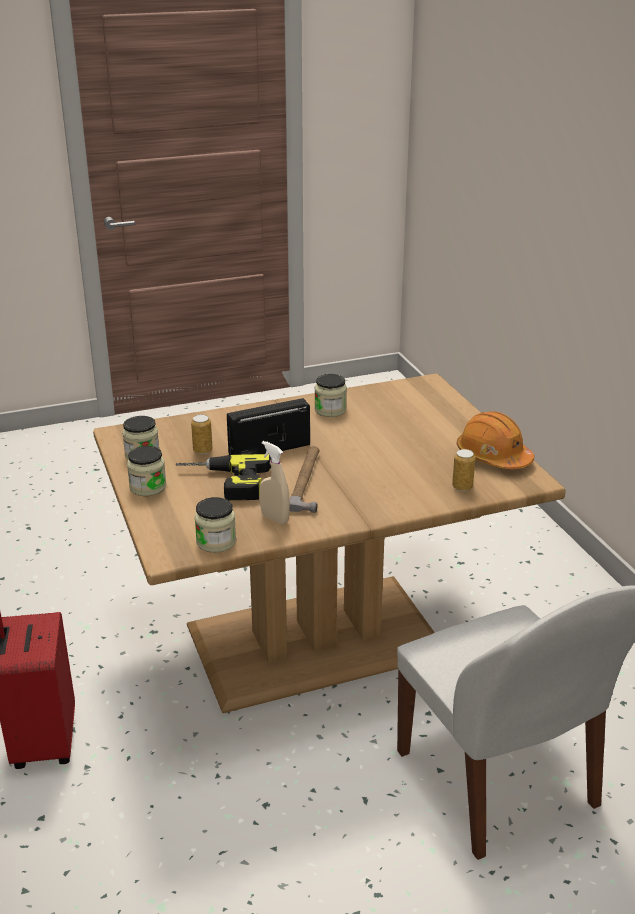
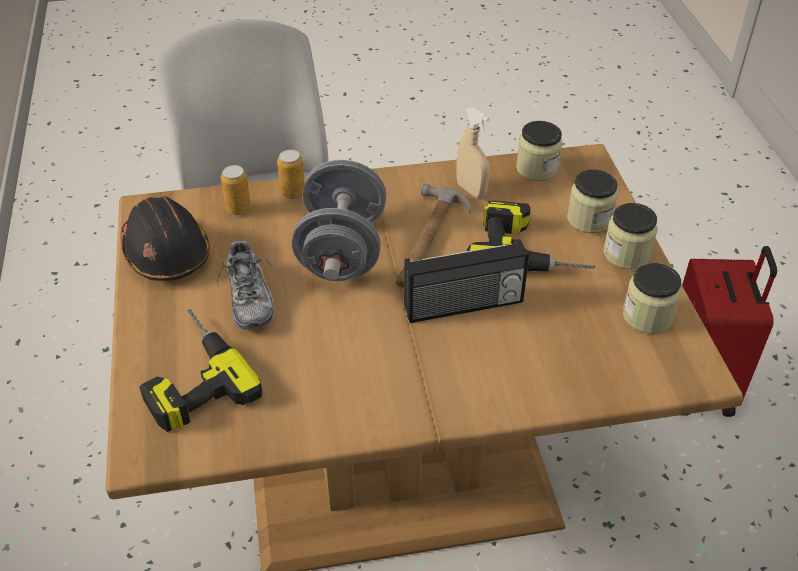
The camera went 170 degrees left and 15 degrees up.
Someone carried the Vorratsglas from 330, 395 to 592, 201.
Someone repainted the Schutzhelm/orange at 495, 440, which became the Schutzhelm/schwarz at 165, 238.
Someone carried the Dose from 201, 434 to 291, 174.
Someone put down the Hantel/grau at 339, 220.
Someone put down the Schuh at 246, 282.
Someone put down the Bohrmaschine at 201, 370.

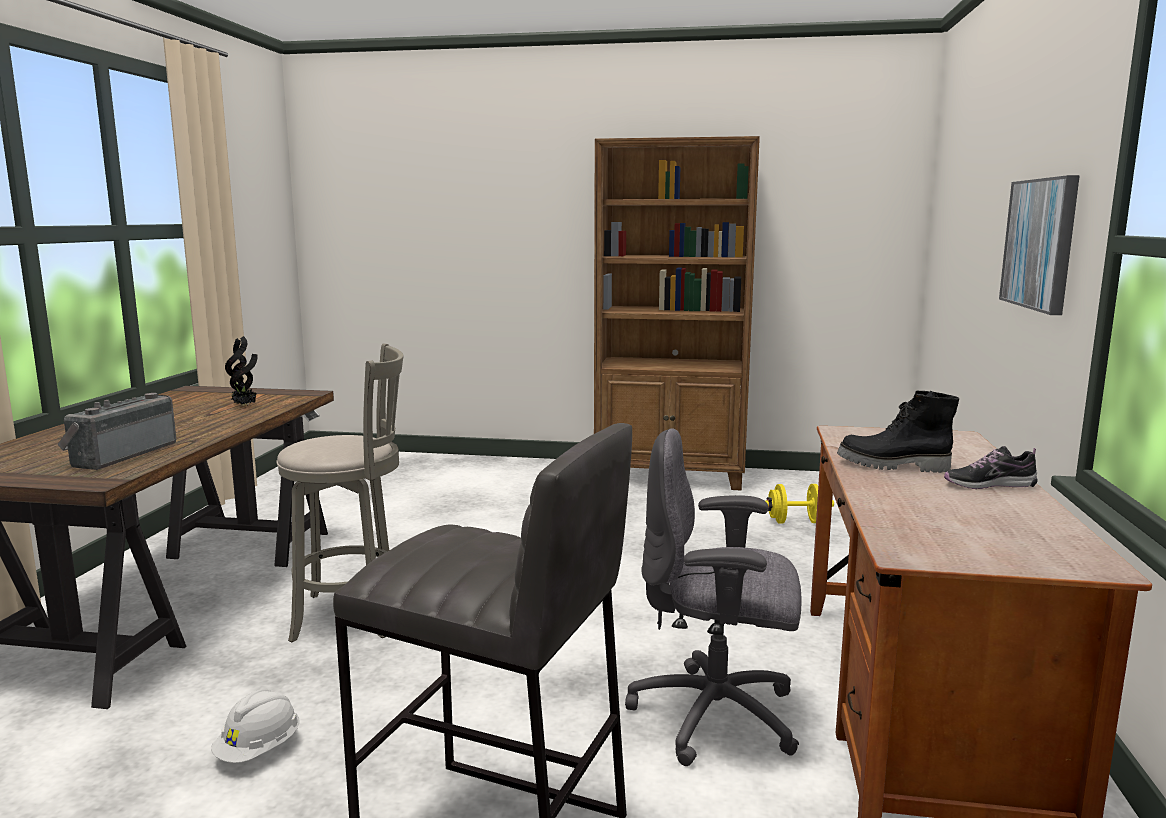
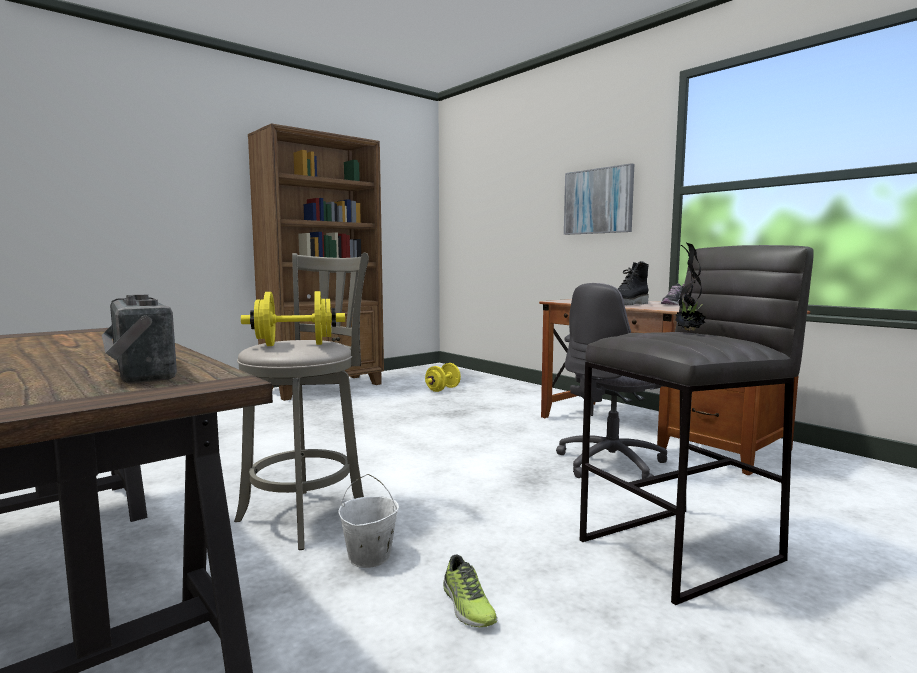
The camera went 50 degrees left and 5 degrees down.
Someone carried the Topfpflanze from 241, 371 to 689, 287.
Someone swapped the Schutzhelm/weiß at 255, 726 for the Schuh at 470, 591.
Someone put down the Hantel/gelb at 293, 318.
Someone put down the Eimer/weiß at 368, 521.

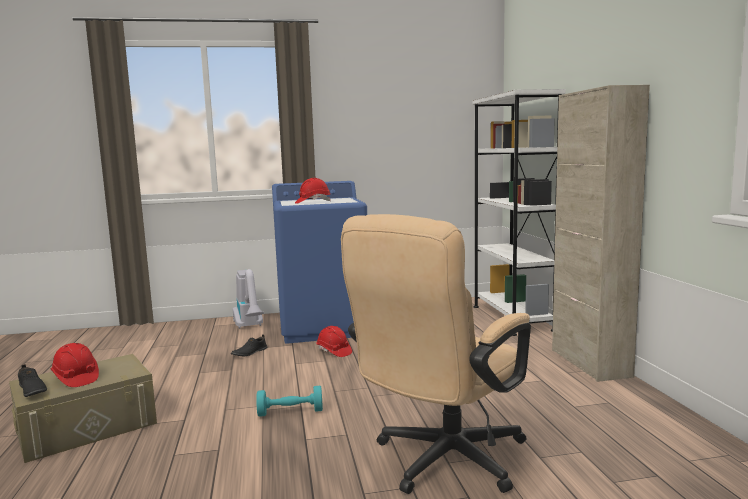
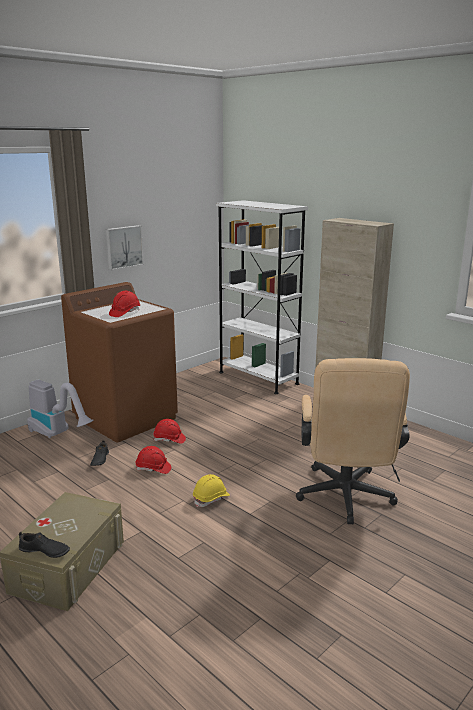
The camera went 35 degrees left and 10 degrees up.
Someone repainted the Waschmaschine/blau at 319, 262, which became the Waschmaschine/braun at 119, 362.
Someone carried the Schutzhelm/rot from 74, 365 to 153, 460.
Someone swapped the Hantel/türkis at 289, 401 for the Schutzhelm/gelb at 211, 490.
Someone put up the Bild at 125, 247.

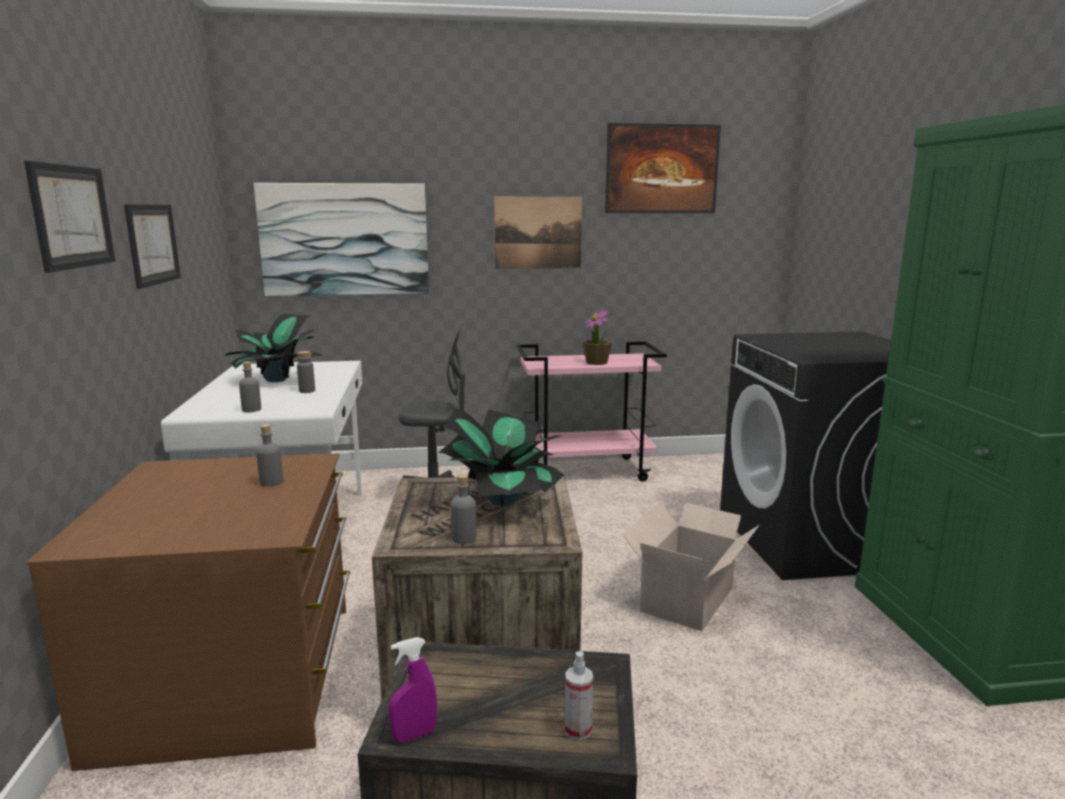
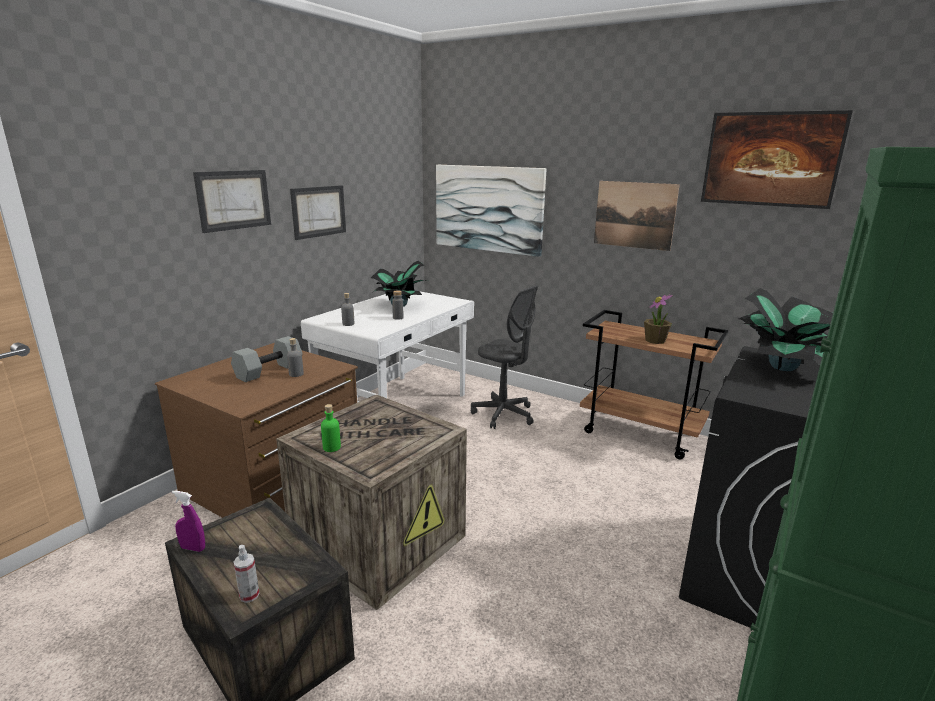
The camera went 40 degrees right and 5 degrees up.
Someone repainted the Rollwagen/rosa at 592, 411, which became the Rollwagen/braun at 654, 384.
Someone carried the Topfpflanze from 501, 457 to 785, 329.
Someone repainted the Flasche/grau at 464, 509, which became the Flasche/grün at 331, 428.
Someone took away the Karton at 691, 566.
Someone put down the Hantel/grau at 267, 359.

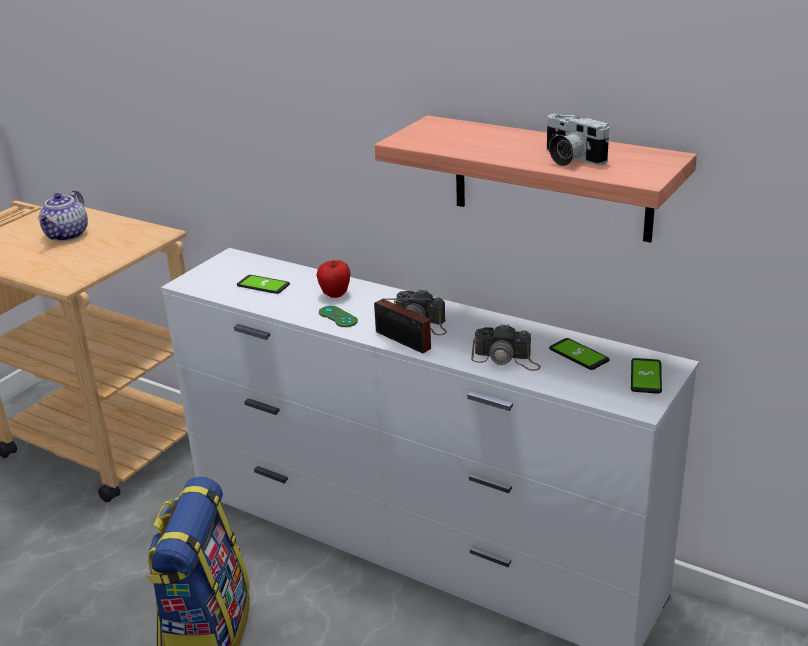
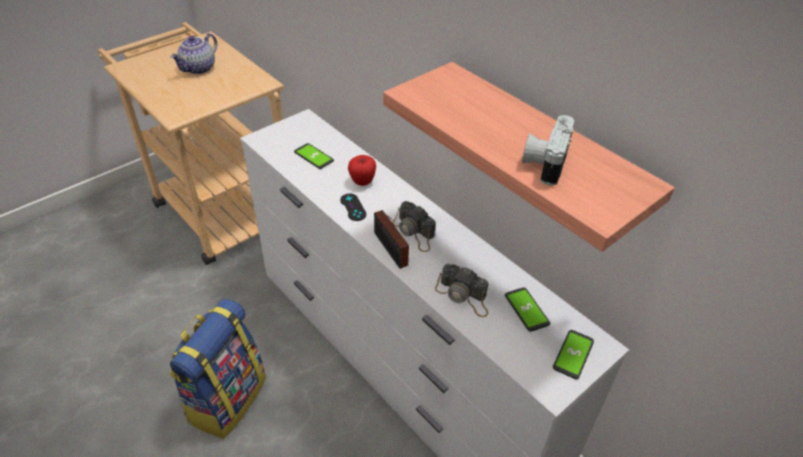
The camera went 15 degrees right and 15 degrees up.
Someone rotated the Kamera at 578, 140 by 45 degrees clockwise.
Someone repainted the Gamepad/grün at 338, 316, which became the Gamepad/schwarz at 353, 207.

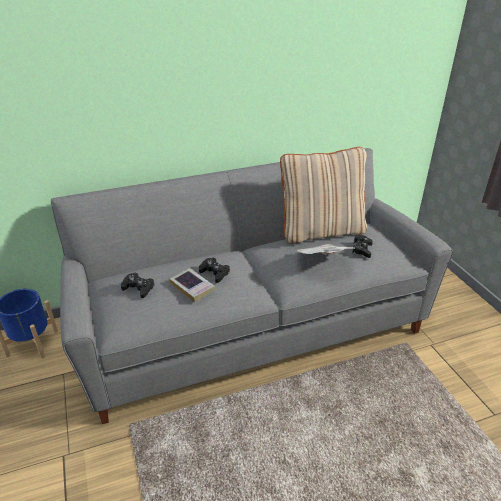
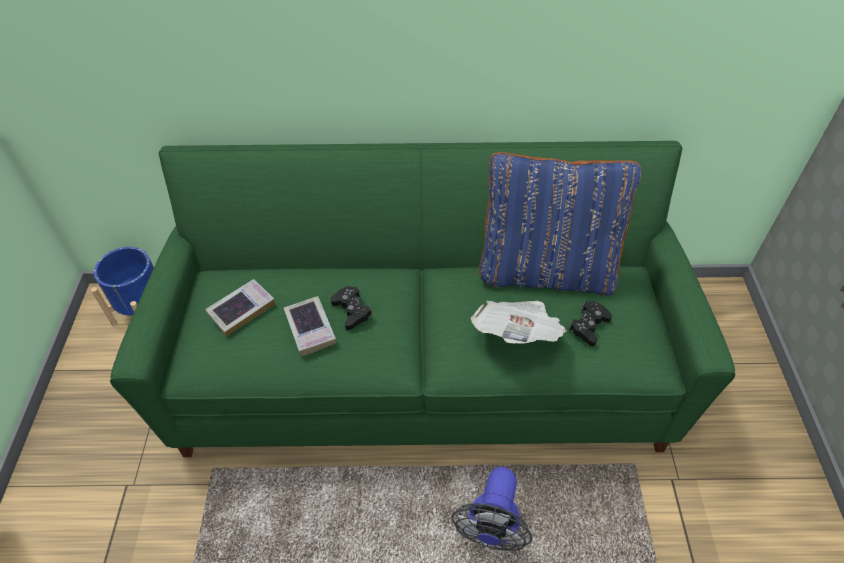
The camera went 20 degrees right and 15 degrees up.
Someone repainted the Kissen/beige at 323, 195, which became the Kissen/blau at 560, 224.
Someone repainted the Sofa/grau at 252, 286, which became the Sofa/grün at 422, 299.
Someone swapped the Gamepad/schwarz at 138, 285 for the Buch at 240, 307.
Someone put down the Ventilator at 492, 509.

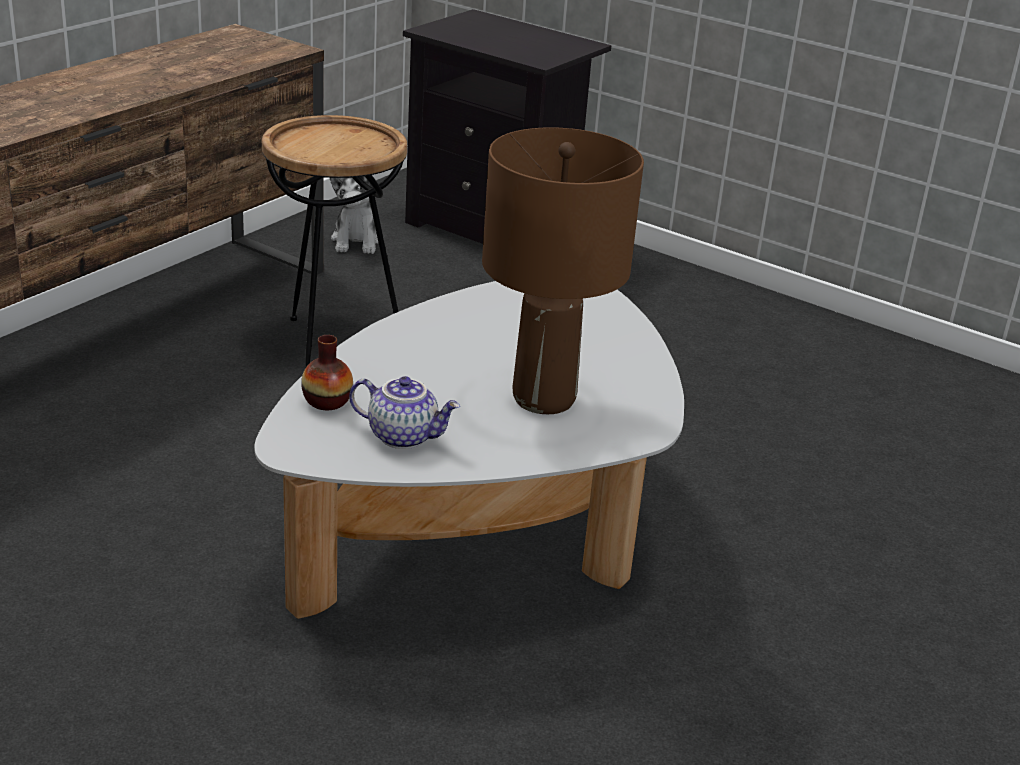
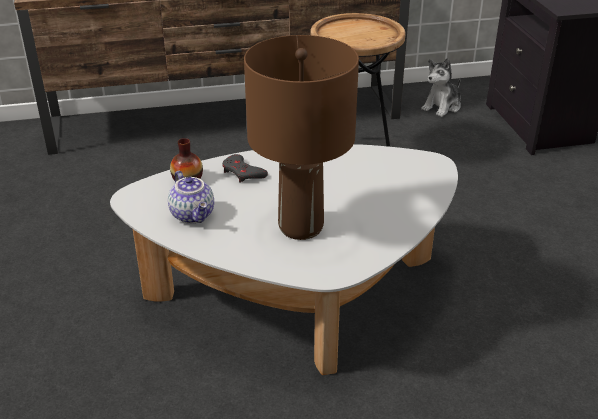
The camera went 45 degrees right and 5 degrees up.
Someone put down the Gamepad/grau at 245, 168.

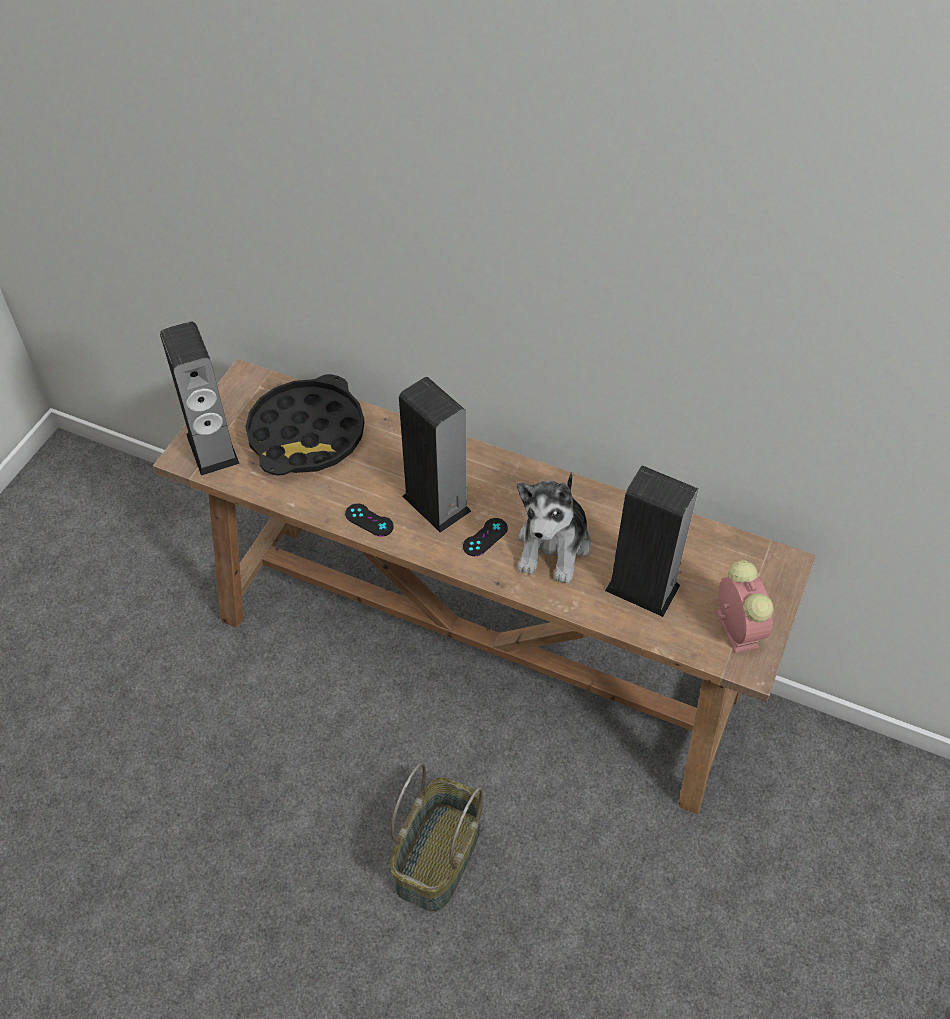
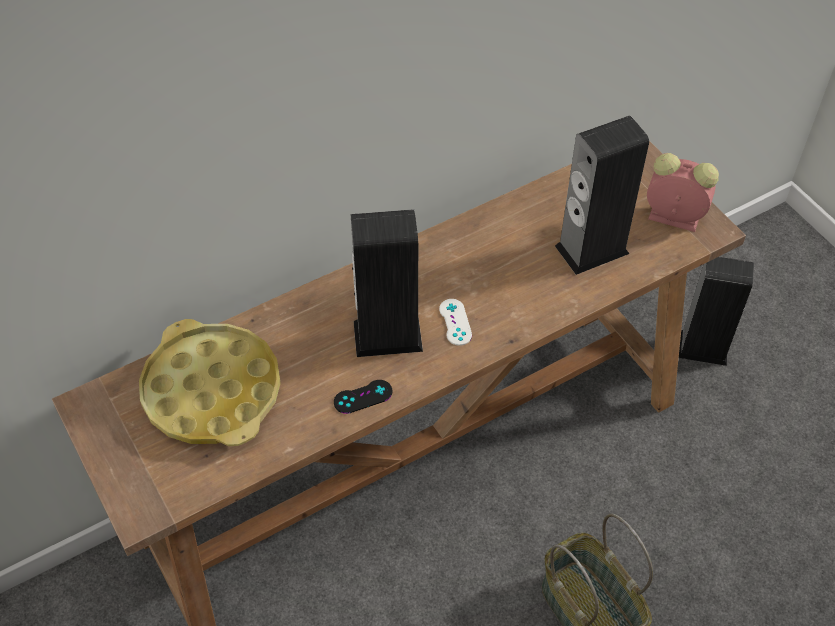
The camera went 55 degrees left and 0 degrees up.
Someone carried the Lautsprecher from 200, 399 to 716, 311.
Someone repainted the Tablett/schwarz at 305, 425, which became the Tablett/gelb at 210, 382.
Someone took away the Plüschtier at 554, 527.
Someone repainted the Gamepad/schwarz at 485, 537, which became the Gamepad/weiß at 455, 322.

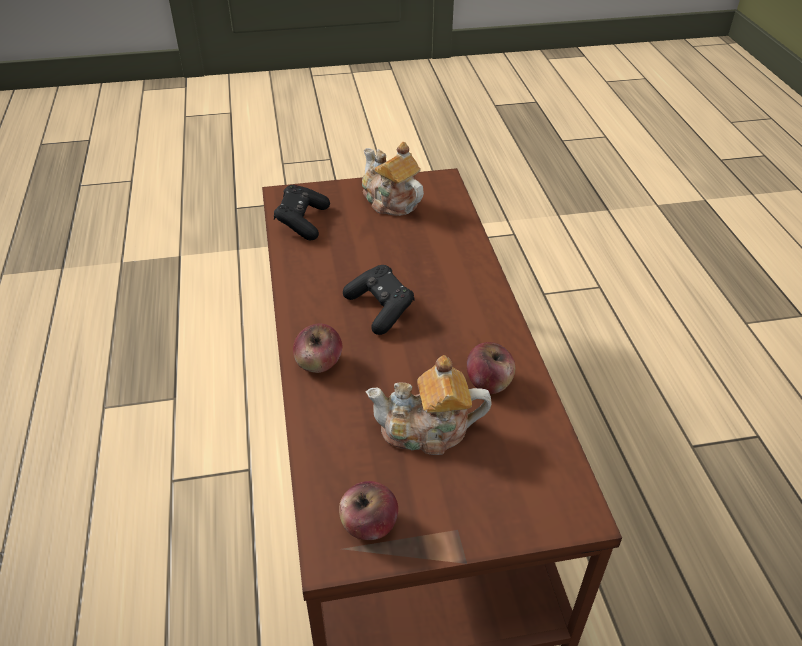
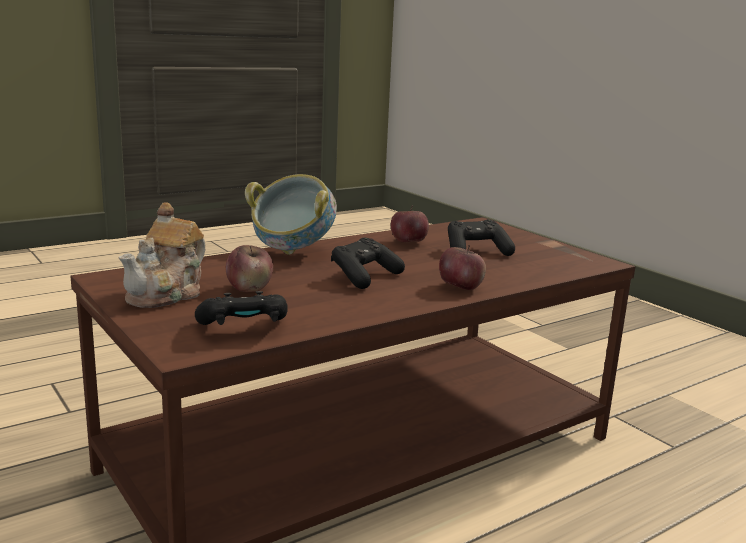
The camera went 115 degrees left and 25 degrees down.
Someone swapped the Teekanne at 428, 405 for the Gamepad/schwarz at 481, 237.
Someone carried the Apfel from 368, 510 to 249, 268.
Someone put down the Schüssel at 291, 214.

